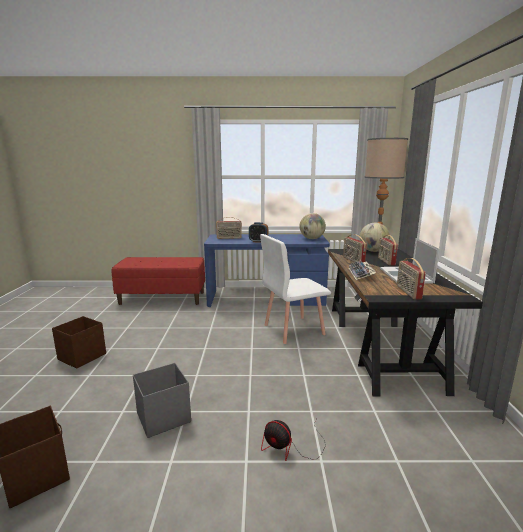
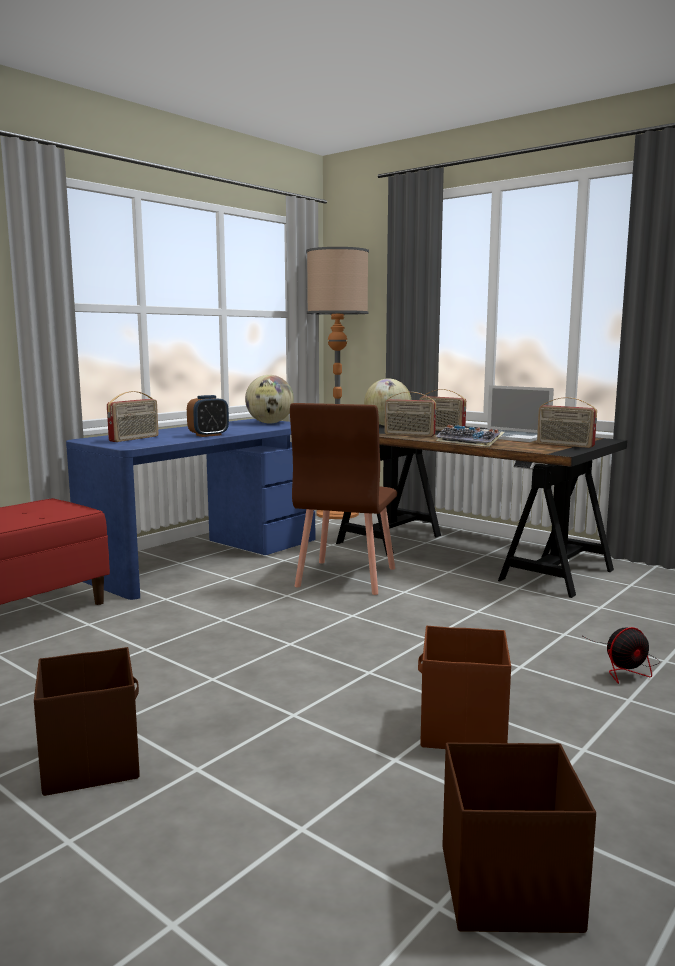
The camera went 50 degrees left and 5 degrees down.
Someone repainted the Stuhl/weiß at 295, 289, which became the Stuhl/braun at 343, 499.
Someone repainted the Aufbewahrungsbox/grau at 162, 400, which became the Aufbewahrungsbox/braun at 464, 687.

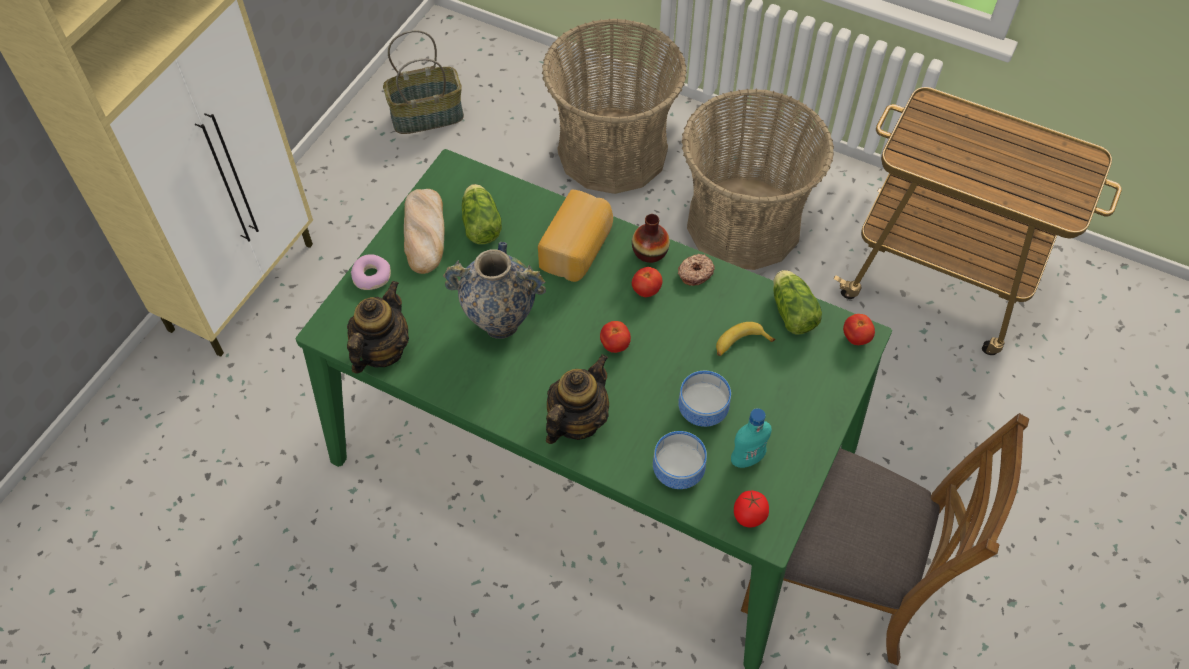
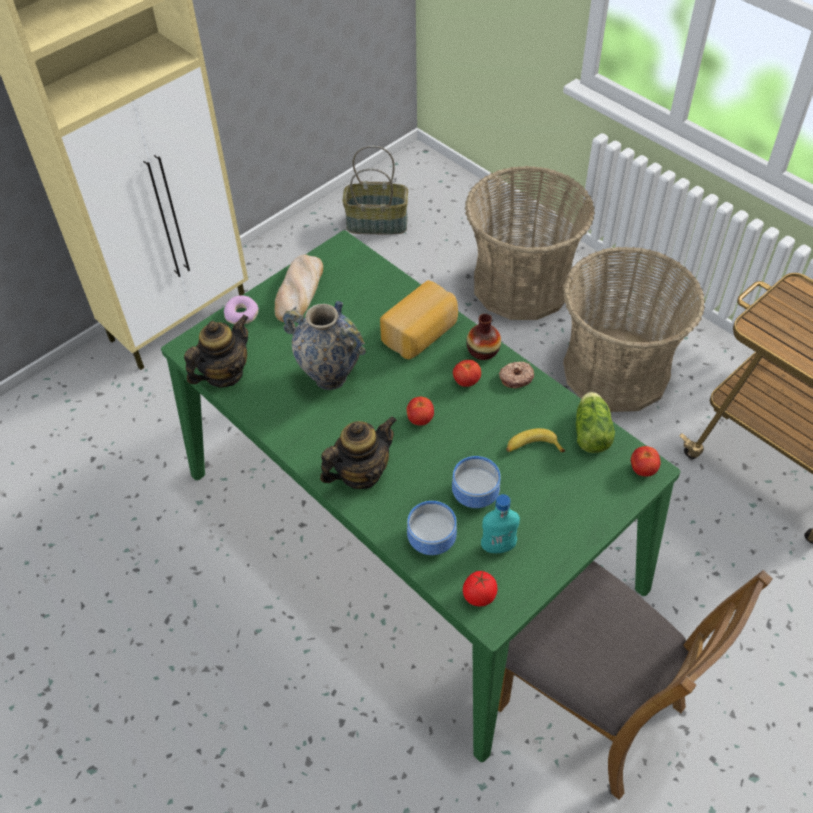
The camera went 20 degrees right and 5 degrees down.
Someone took away the Salatkopf at 482, 214.

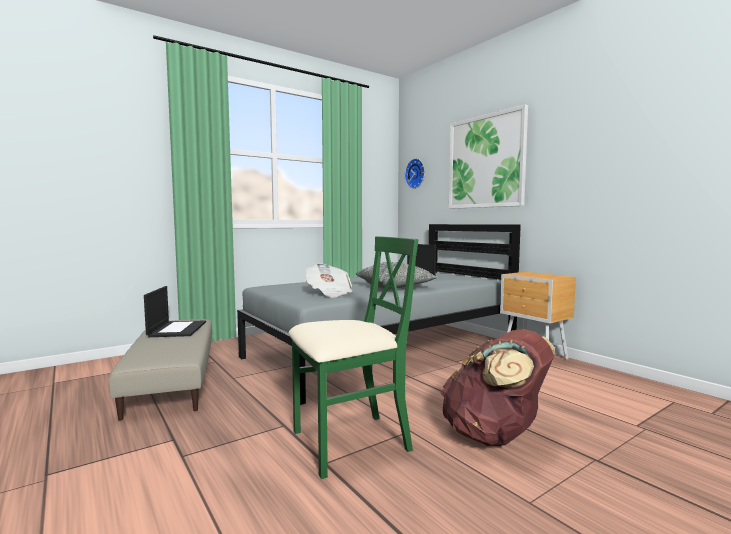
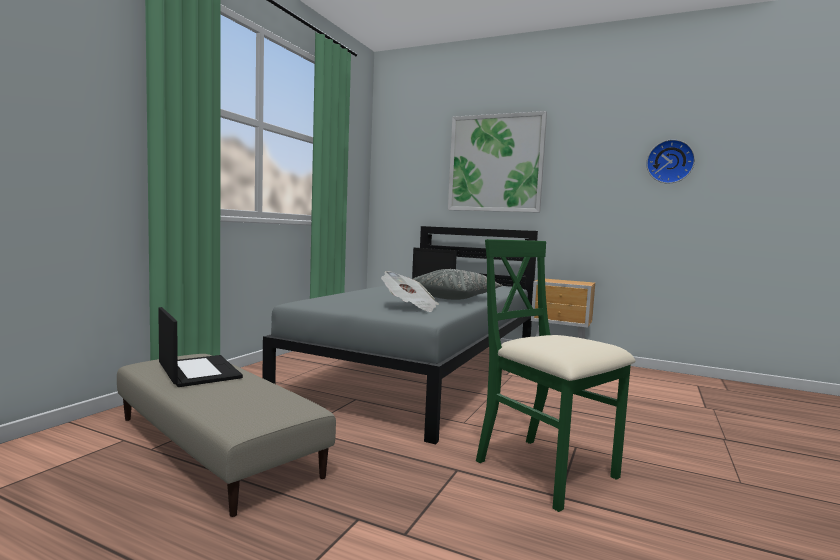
The camera went 30 degrees left and 0 degrees up.
Someone carried the Wanduhr from 415, 174 to 670, 161.
Someone rotated the Stuhl/grün at 353, 357 by 75 degrees counterclockwise.
Someone took away the Rucksack/braun at 498, 387.

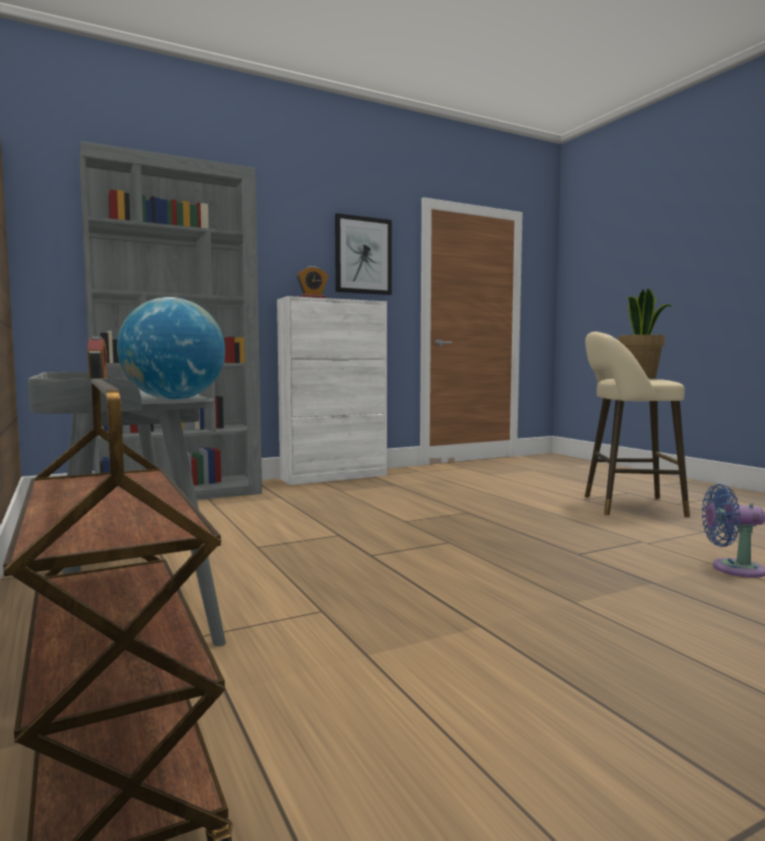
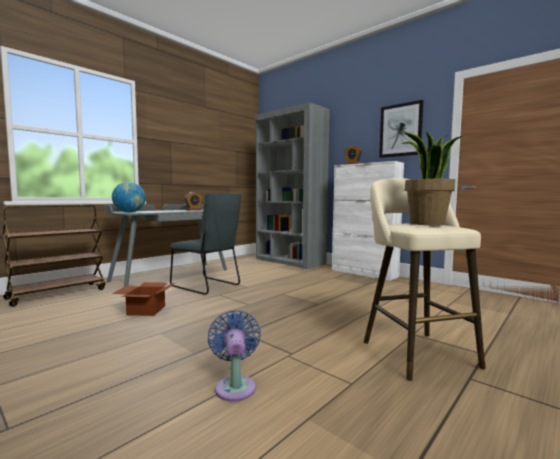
The camera went 70 degrees right and 0 degrees up.
Someone put down the Stuhl/grau at 205, 244.
Someone put down the Karton at 143, 299.

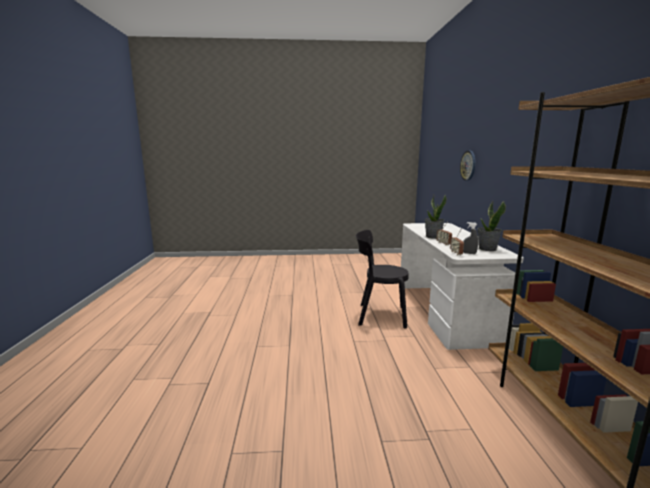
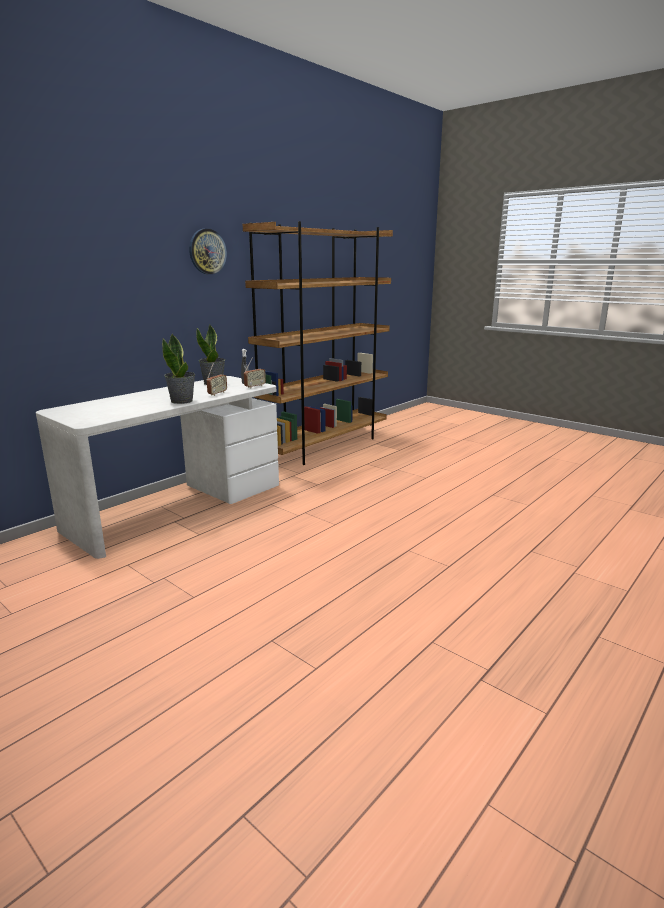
The camera went 135 degrees left and 5 degrees up.
Someone carried the Wanduhr from 468, 166 to 208, 251.
Someone took away the Stuhl/schwarz at 382, 279.

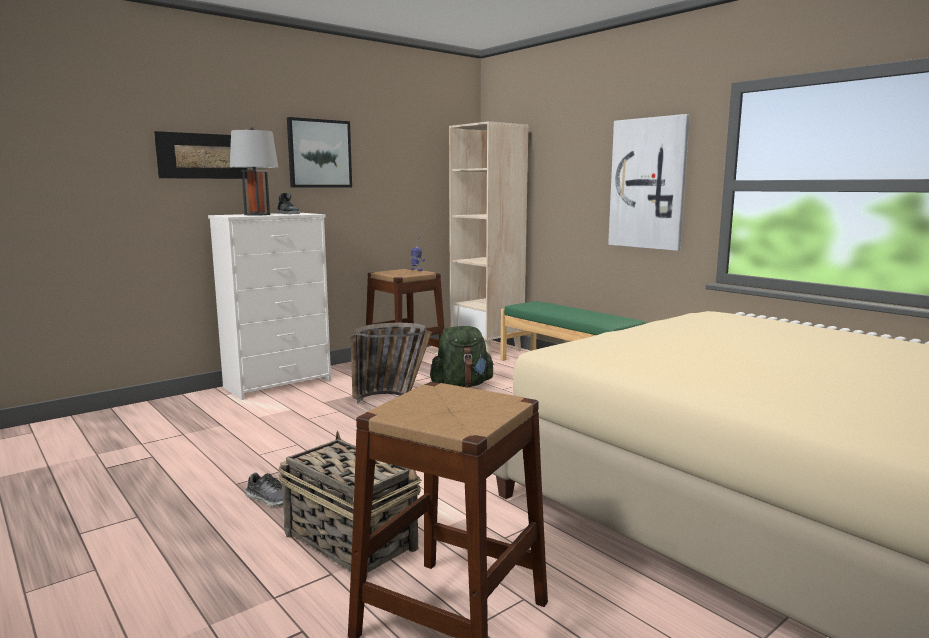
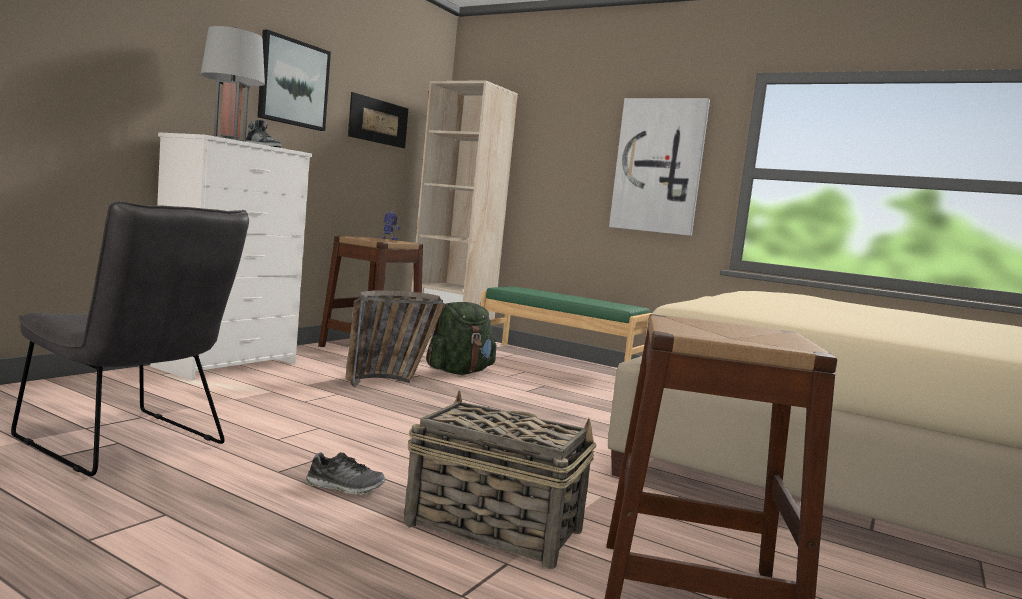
The camera went 20 degrees left and 5 degrees down.
Someone carried the Bild from 200, 155 to 378, 120.
Someone put down the Stuhl/grau at 130, 338.

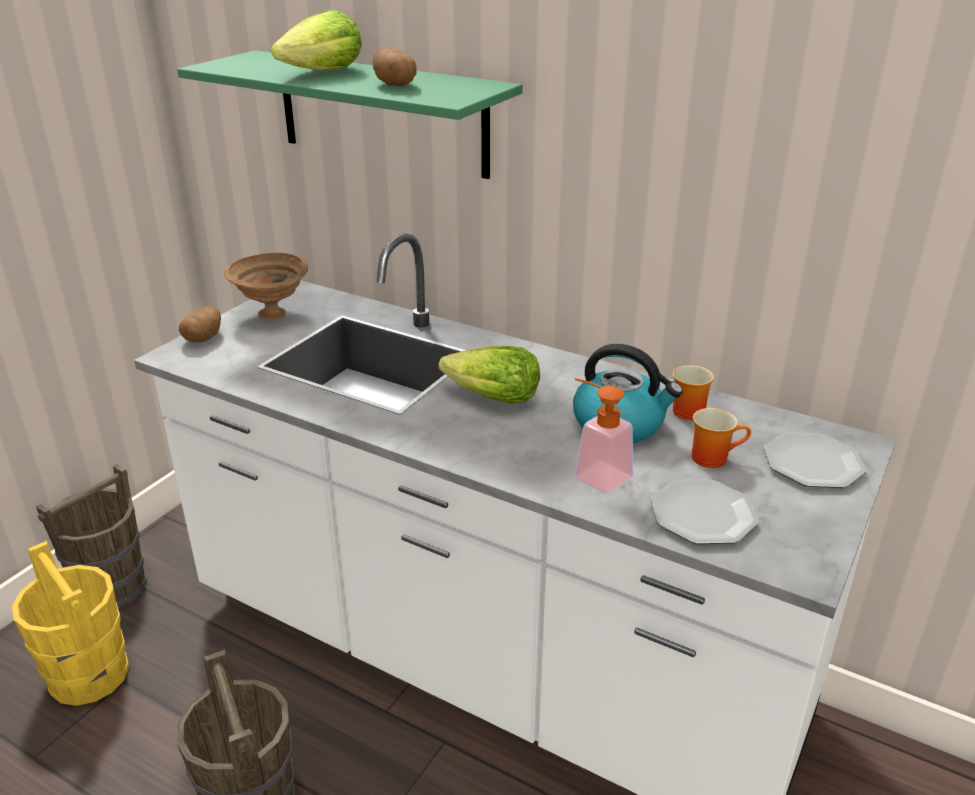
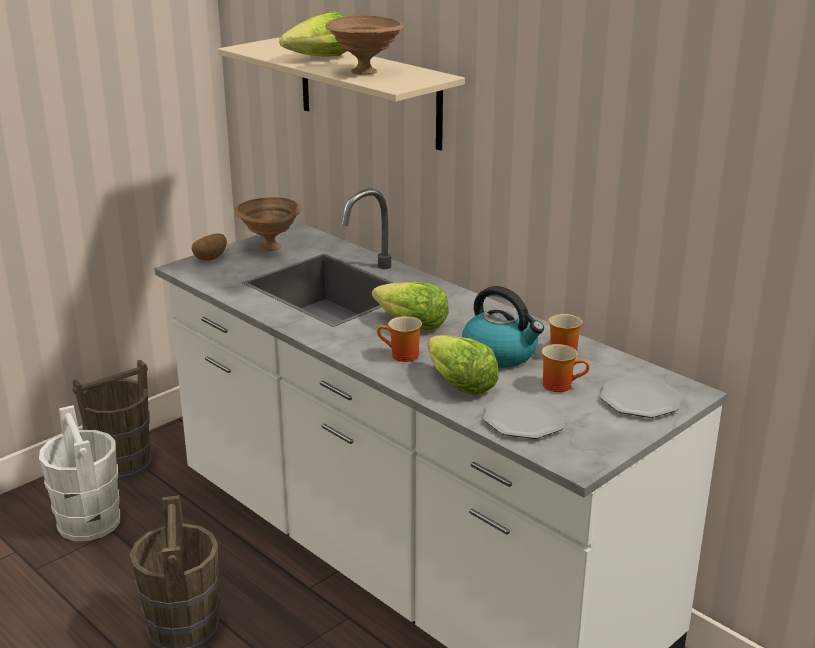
The camera went 15 degrees right and 5 degrees down.
Someone swapped the Kartoffel at 395, 66 for the Schüssel/braun at 364, 45.
Someone repainted the Wandregal/grün at 350, 114, which became the Wandregal/beige at 341, 94.
Someone swapped the Seifenspender at 604, 436 for the Salatkopf at 463, 365.
Someone repainted the Eimer/gelb at 70, 623, which became the Eimer/weiß at 79, 473.
Someone put down the Henkelbecher at 399, 339.

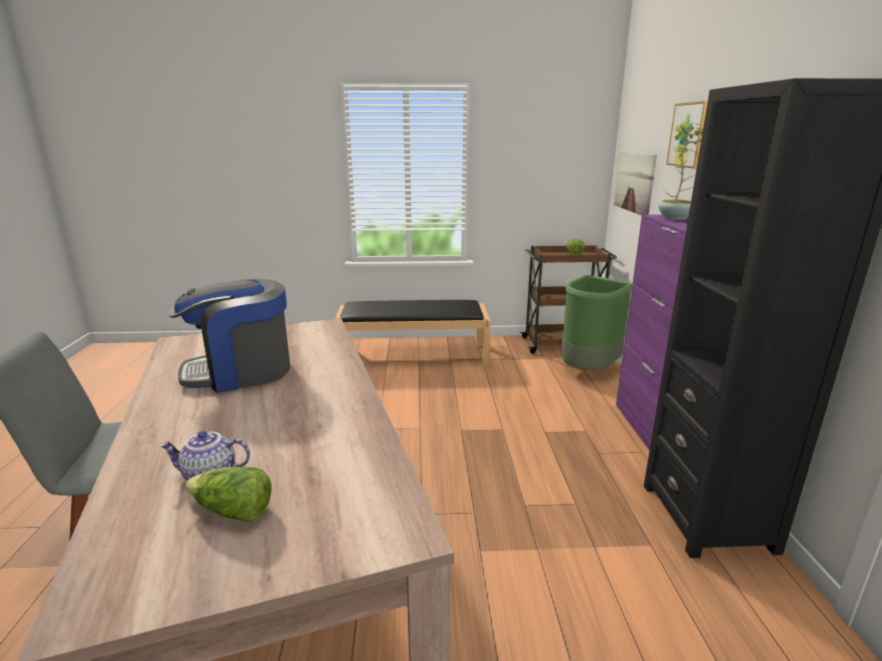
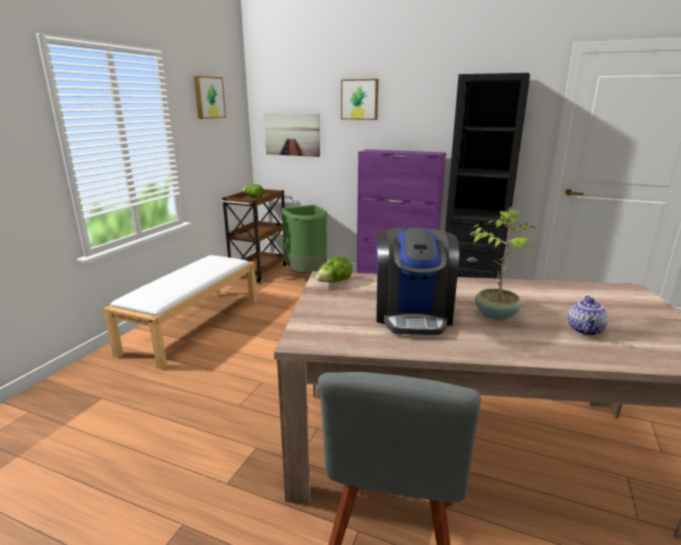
The camera went 65 degrees left and 0 degrees up.
Someone carried the Topfpflanze from 680, 171 to 504, 263.
Someone repainted the Bank/schwarz at 412, 333, which became the Bank/weiß at 180, 312.
Someone carried the Salatkopf from 229, 494 to 334, 269.
Someone put up the Bild at 210, 97.

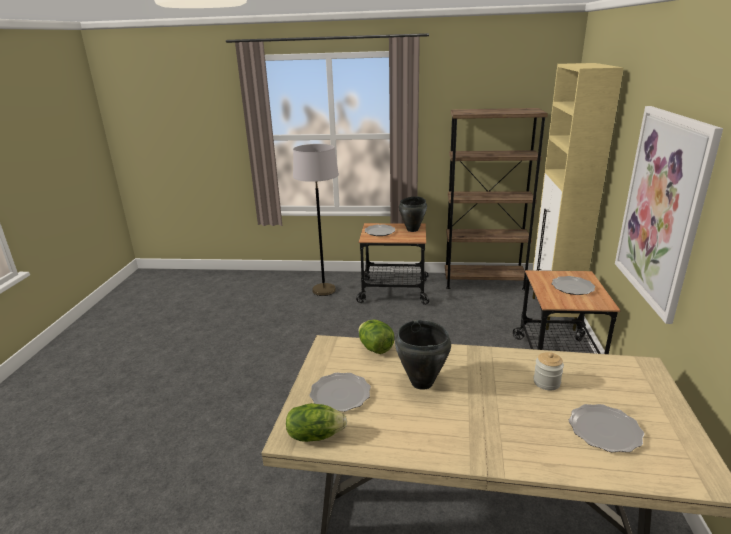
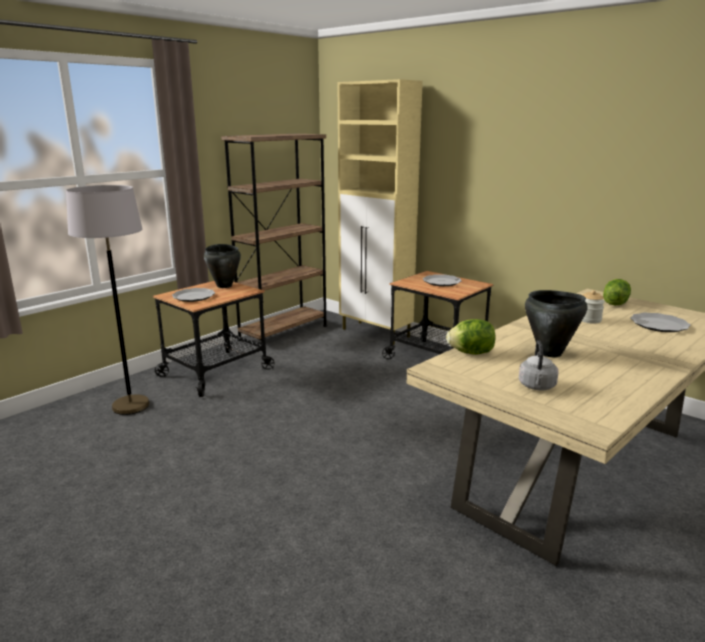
The camera went 55 degrees left and 5 degrees down.
Someone took away the Bild at 669, 215.
Someone swapped the Teller at 340, 392 for the Wasserkessel/grau at 538, 365.
Someone carried the Salatkopf from 316, 422 to 617, 292.

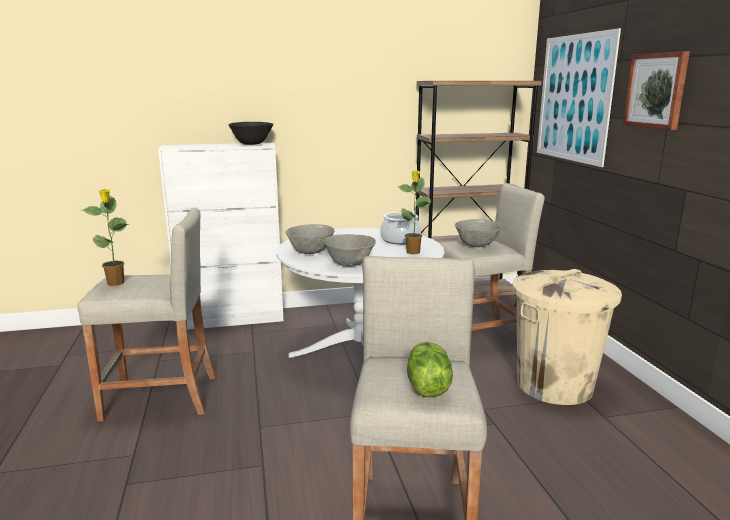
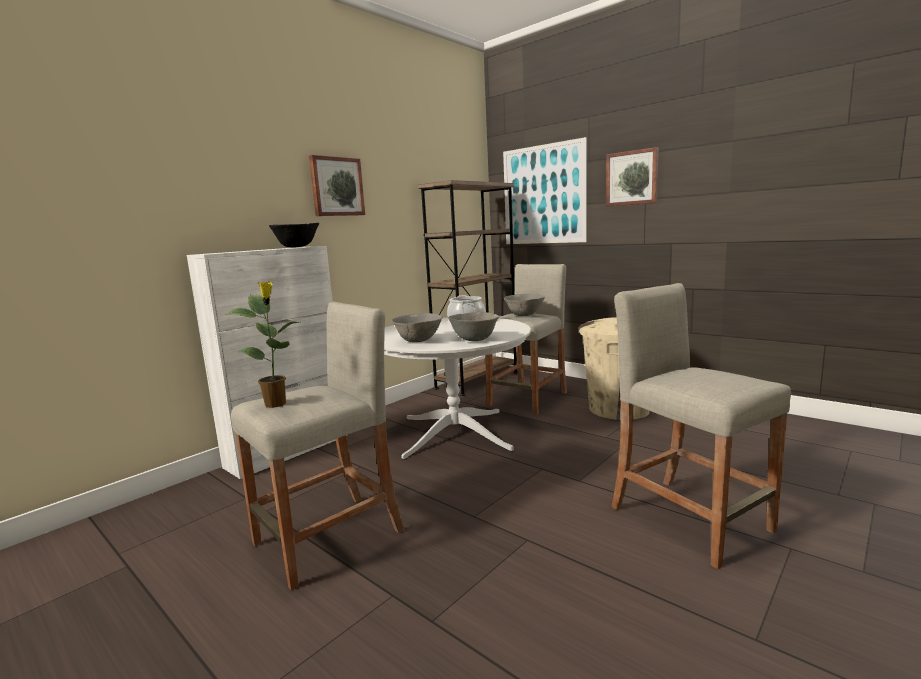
The camera went 35 degrees left and 5 degrees down.
Someone took away the Topfpflanze at 414, 212.
Someone took away the Salatkopf at 430, 369.
Someone put up the Bild at 337, 185.

